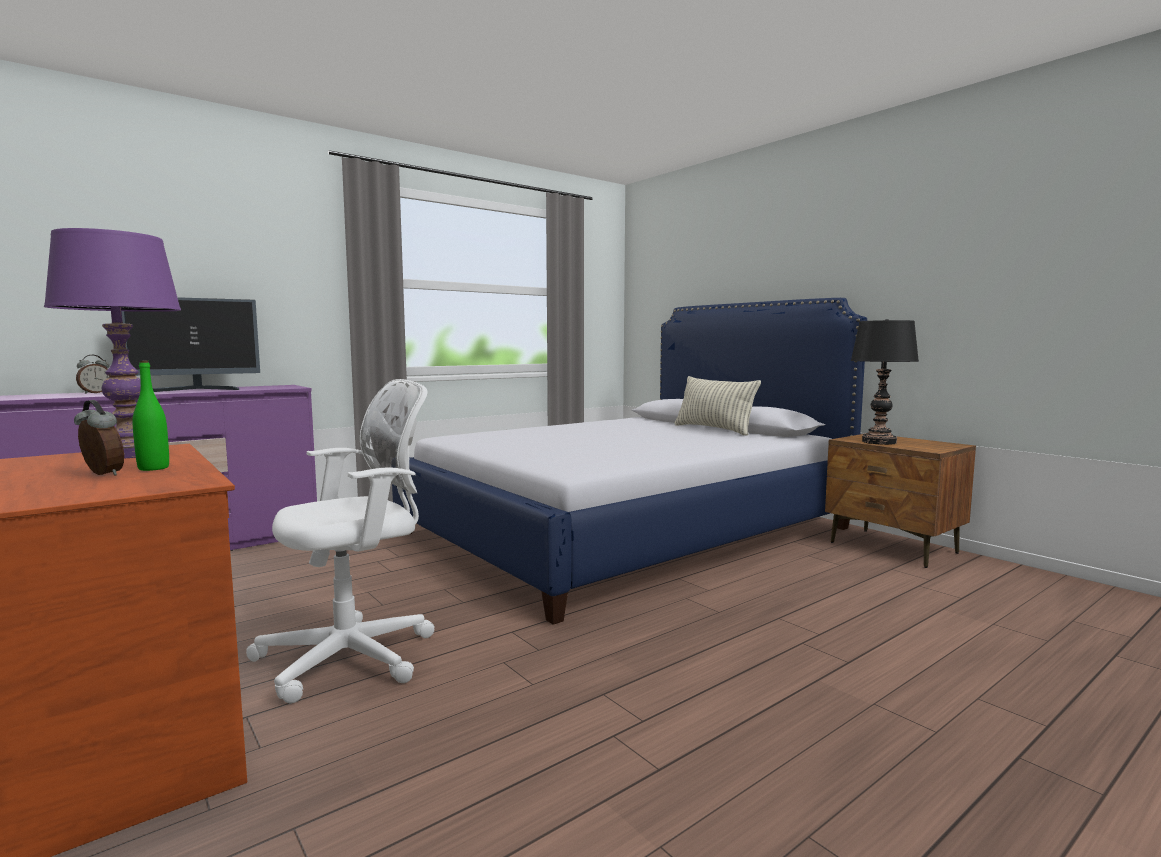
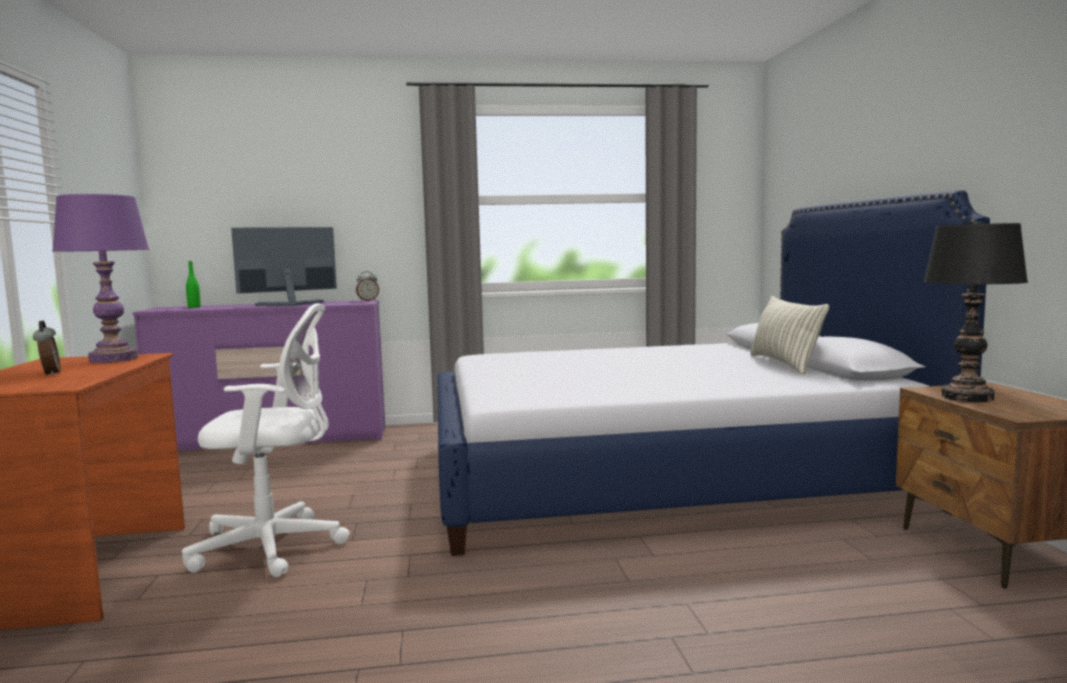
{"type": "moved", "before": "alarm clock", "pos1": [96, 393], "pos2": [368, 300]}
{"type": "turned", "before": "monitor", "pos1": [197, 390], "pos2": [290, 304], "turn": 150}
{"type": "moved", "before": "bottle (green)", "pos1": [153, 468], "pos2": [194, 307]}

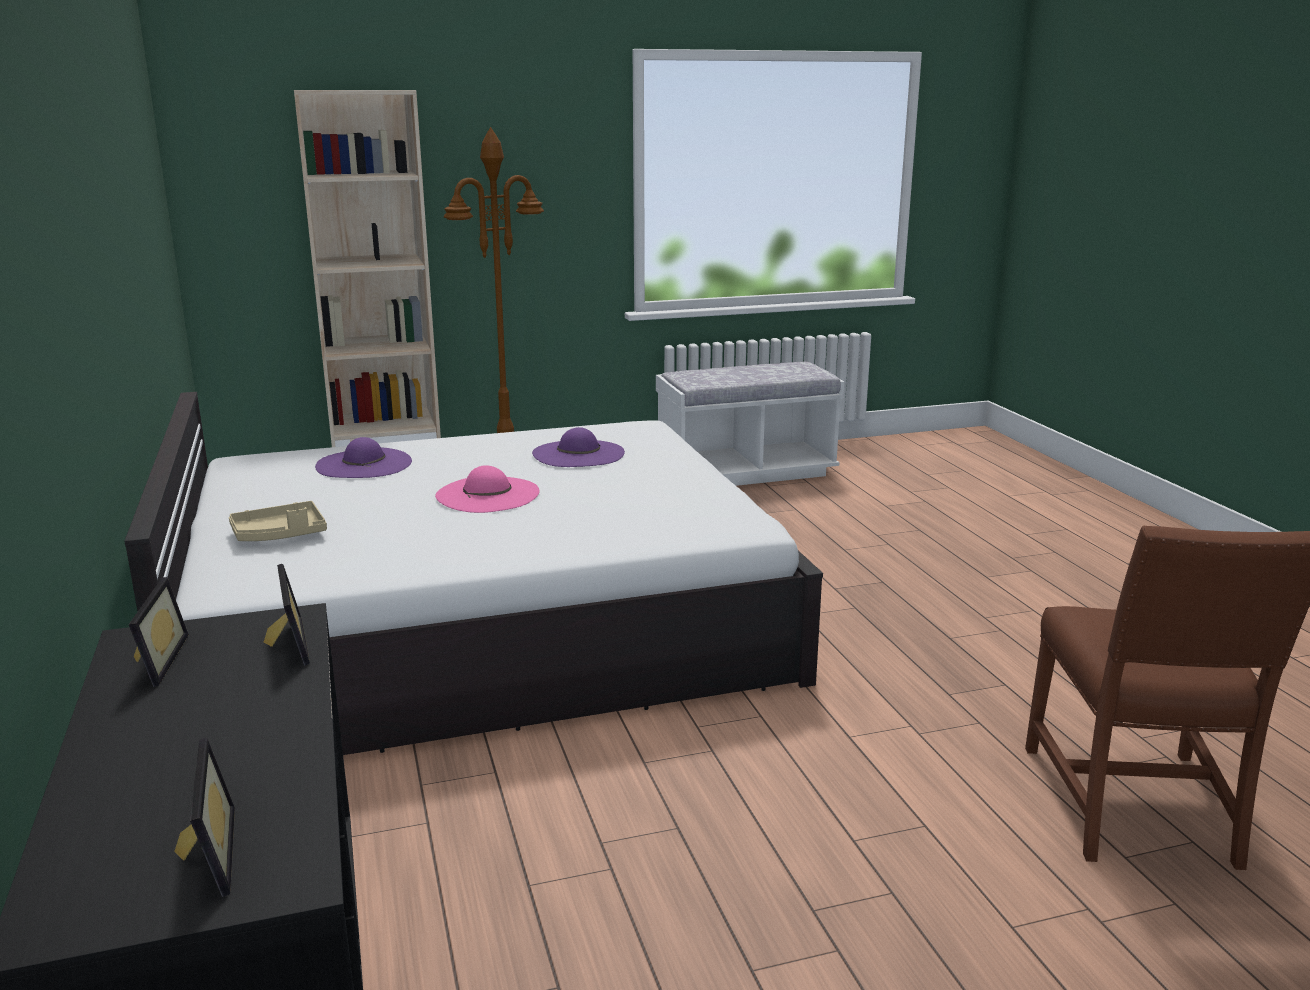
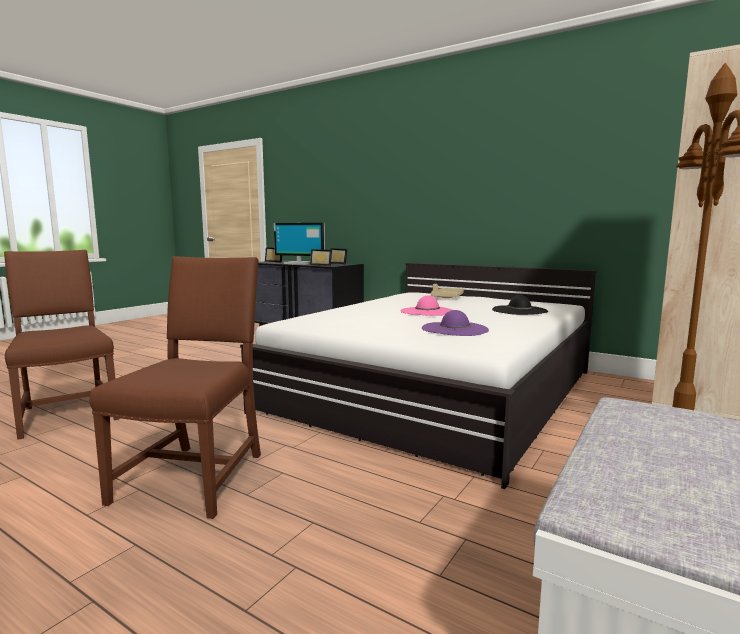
{"type": "recoloured", "before": "hat (purple)", "after": "hat (black)", "pos1": [364, 464], "pos2": [519, 310]}
{"type": "added", "after": "chair (brown)", "pos2": [196, 475]}
{"type": "added", "after": "monitor", "pos2": [299, 263]}

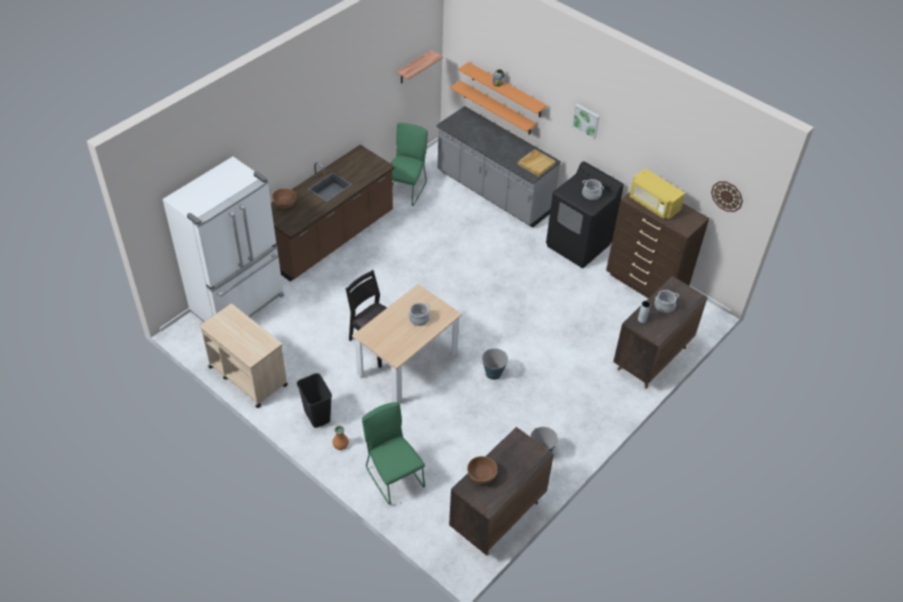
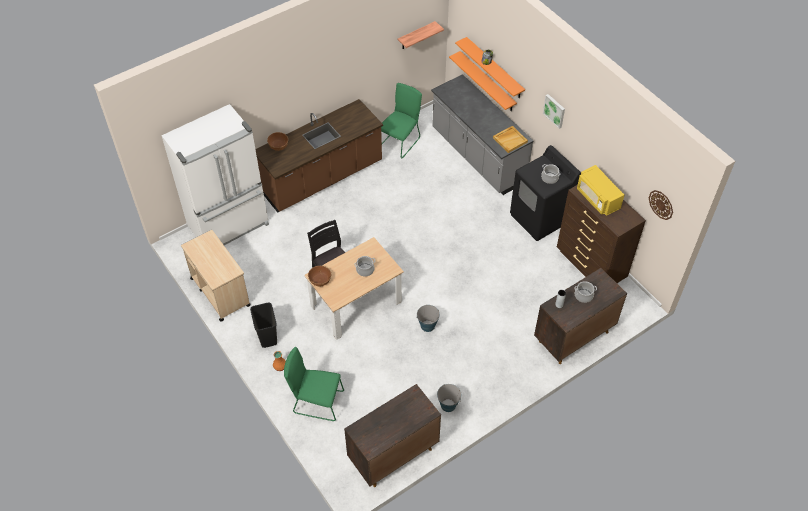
{"type": "turned", "before": "chair (green)", "pos1": [393, 475], "pos2": [316, 402], "turn": -60}
{"type": "moved", "before": "bowl (brown)", "pos1": [481, 475], "pos2": [320, 280]}

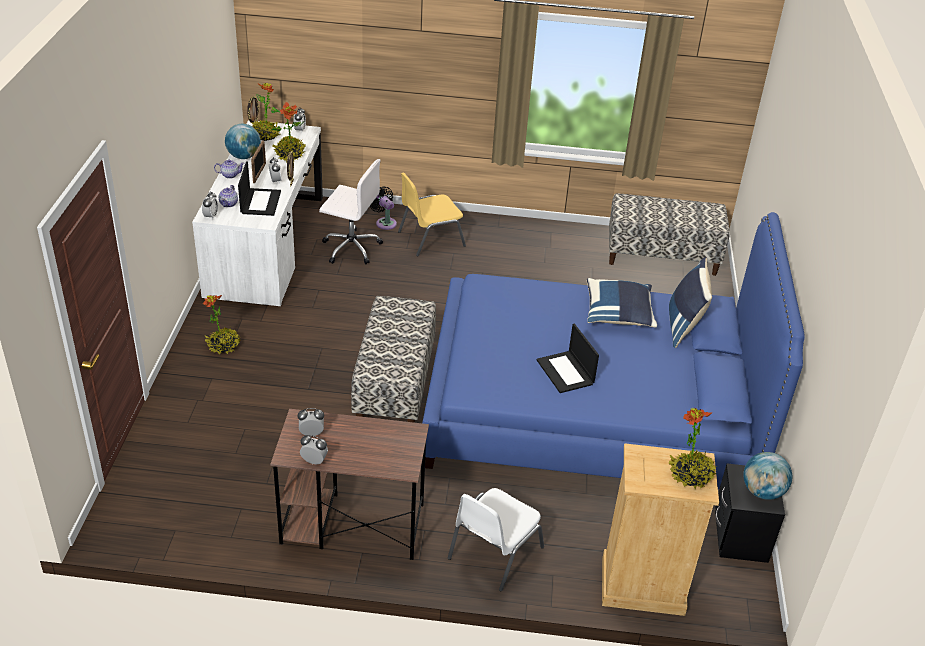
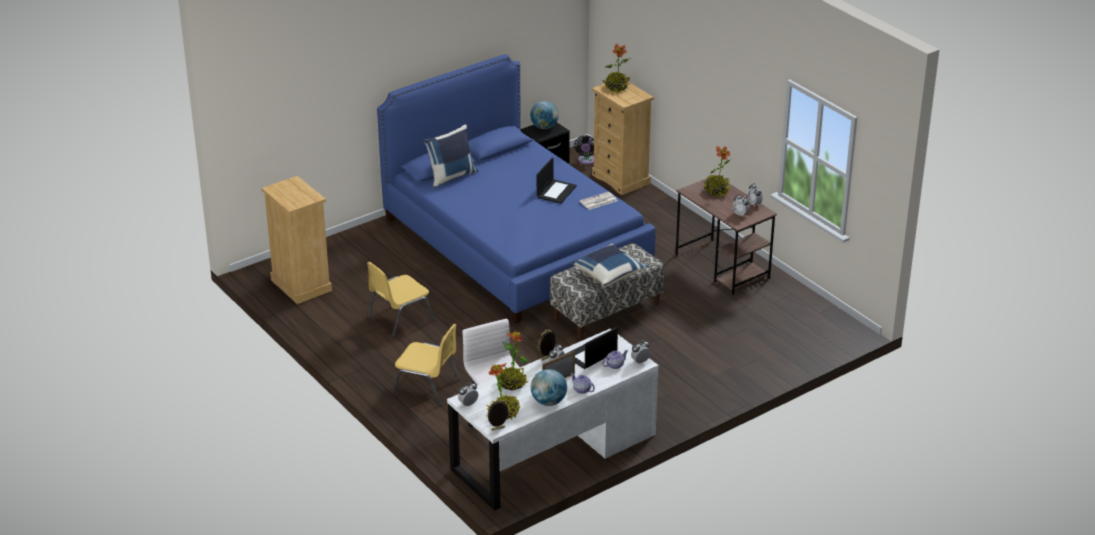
{"type": "moved", "before": "potted plant", "pos1": [223, 346], "pos2": [716, 191]}
{"type": "moved", "before": "fan (black)", "pos1": [385, 222], "pos2": [586, 161]}
{"type": "removed", "before": "chair (white)", "pos1": [493, 553]}
{"type": "moved", "before": "pillow (blue)", "pos1": [618, 315], "pos2": [609, 274]}
{"type": "replaced", "before": "bench", "after": "dresser (beige)", "pos1": [662, 256], "pos2": [300, 285]}
{"type": "added", "after": "chair (yellow)", "pos2": [399, 318]}
{"type": "added", "after": "newspaper", "pos2": [598, 201]}

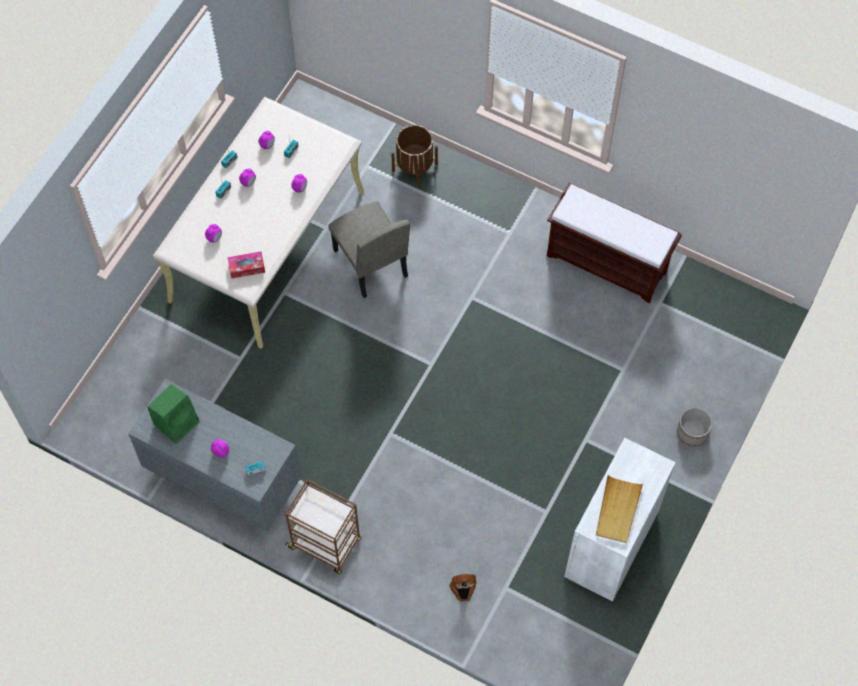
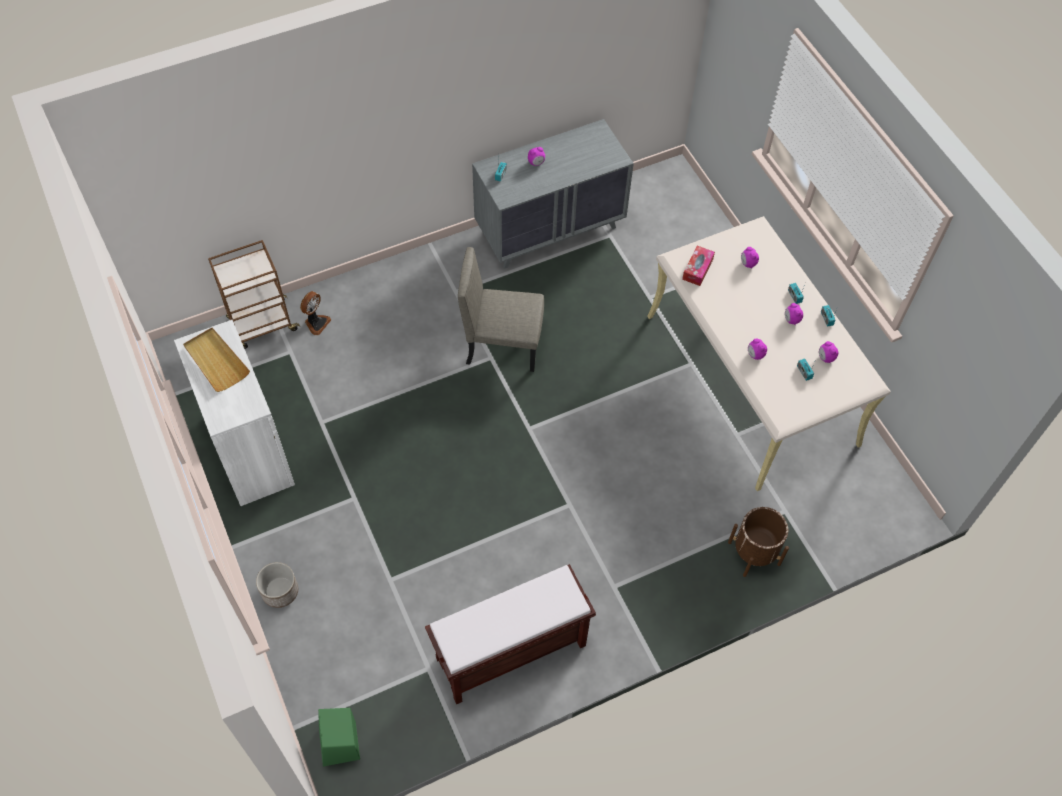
{"type": "moved", "before": "speaker (green)", "pos1": [177, 421], "pos2": [340, 745]}
{"type": "moved", "before": "cart (brown)", "pos1": [326, 544], "pos2": [261, 325]}
{"type": "moved", "before": "chair (beige)", "pos1": [370, 263], "pos2": [503, 344]}

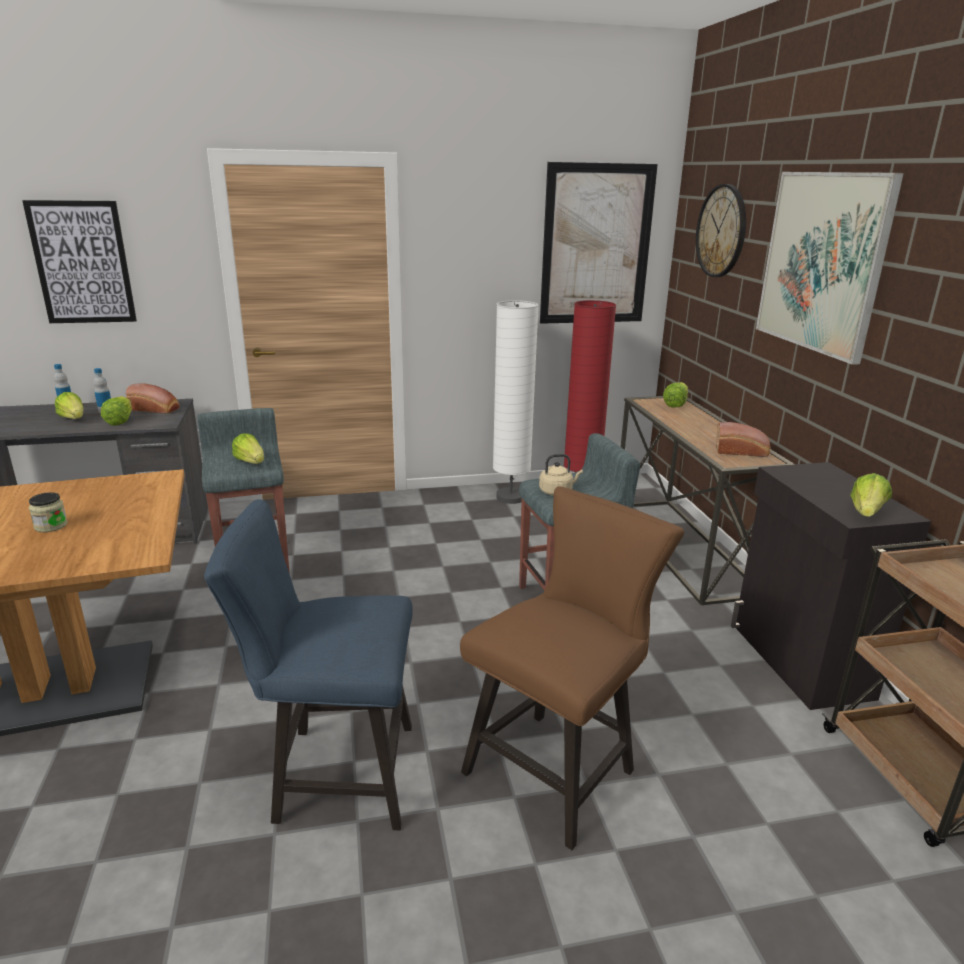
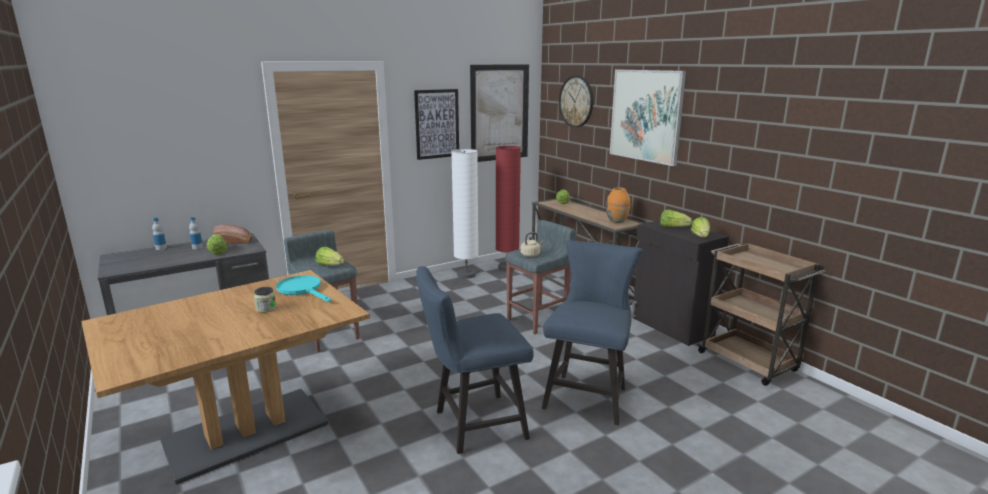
{"type": "moved", "before": "picture", "pos1": [82, 263], "pos2": [437, 124]}
{"type": "moved", "before": "lettuce", "pos1": [73, 419], "pos2": [673, 227]}
{"type": "recoloured", "before": "chair (brown)", "after": "chair (blue)", "pos1": [558, 767], "pos2": [588, 395]}
{"type": "replaced", "before": "bread", "after": "vase (orange)", "pos1": [742, 452], "pos2": [617, 221]}
{"type": "added", "after": "frying pan (turquoise)", "pos2": [303, 290]}

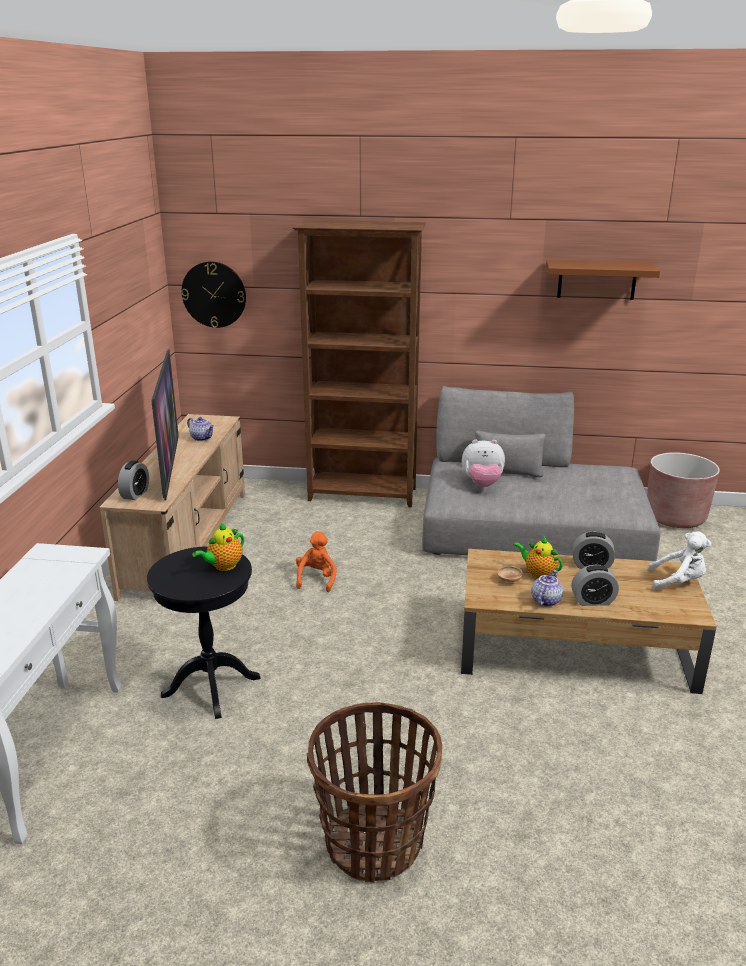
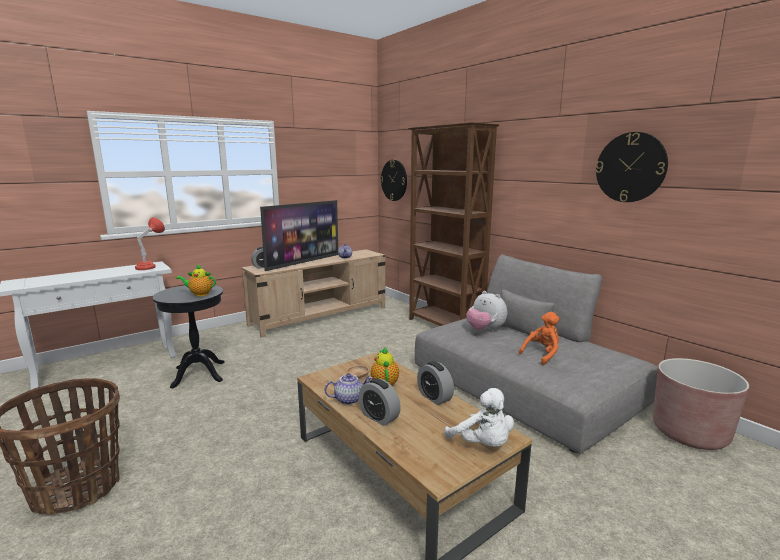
{"type": "moved", "before": "plush toy (orange)", "pos1": [316, 579], "pos2": [542, 354]}
{"type": "replaced", "before": "shelf (brown)", "after": "wall clock", "pos1": [597, 280], "pos2": [630, 167]}
{"type": "added", "after": "table lamp (red)", "pos2": [151, 267]}

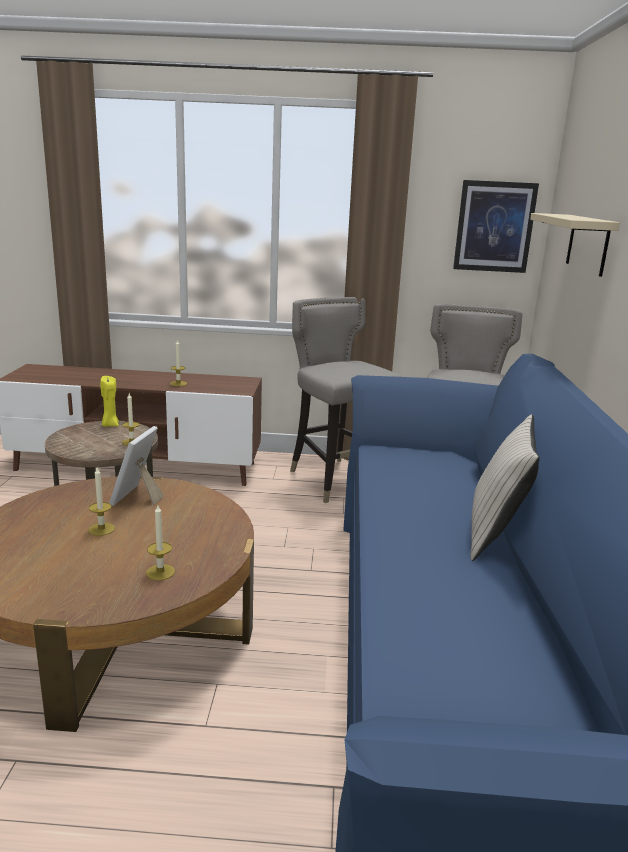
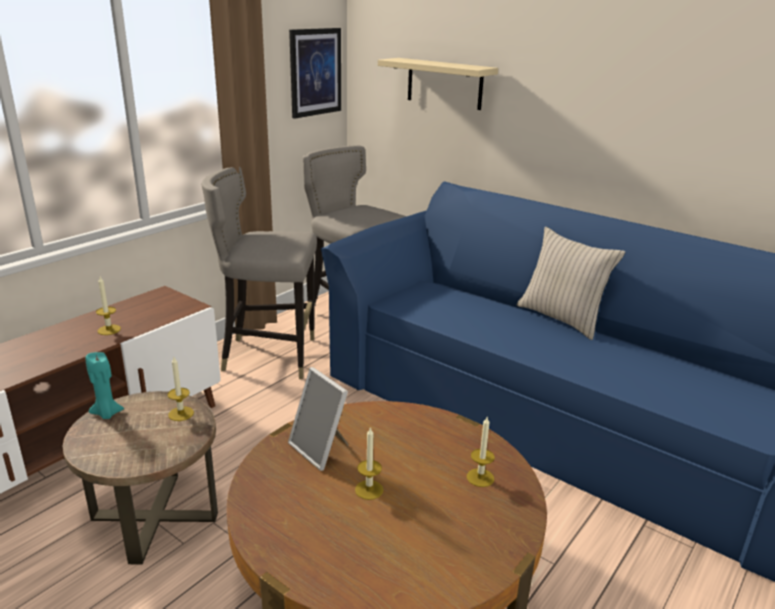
{"type": "recoloured", "before": "candle (yellow)", "after": "candle (turquoise)", "pos1": [110, 425], "pos2": [107, 414]}

